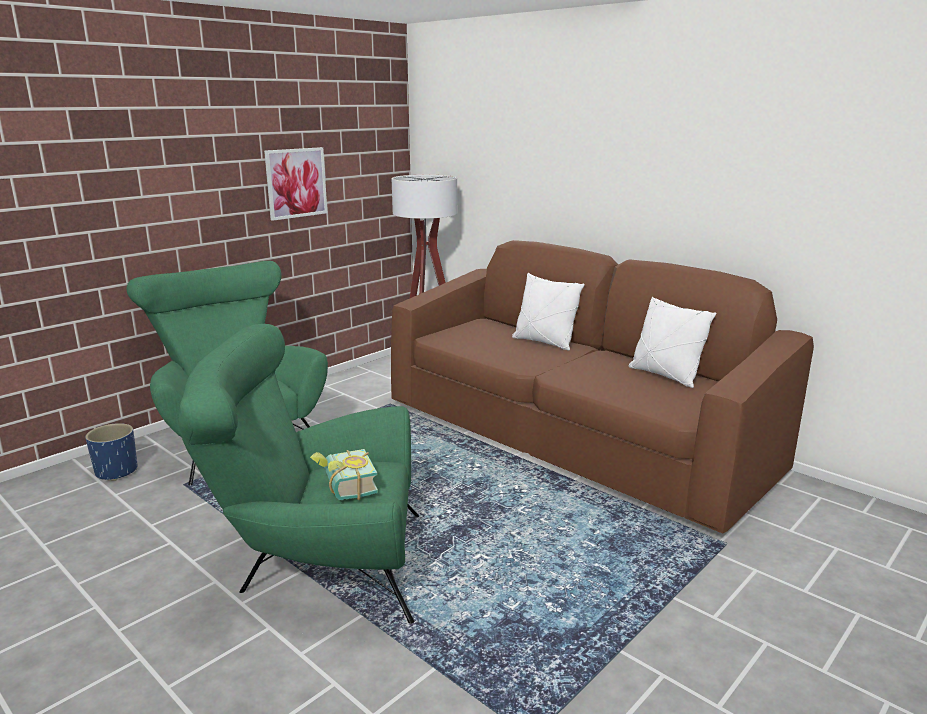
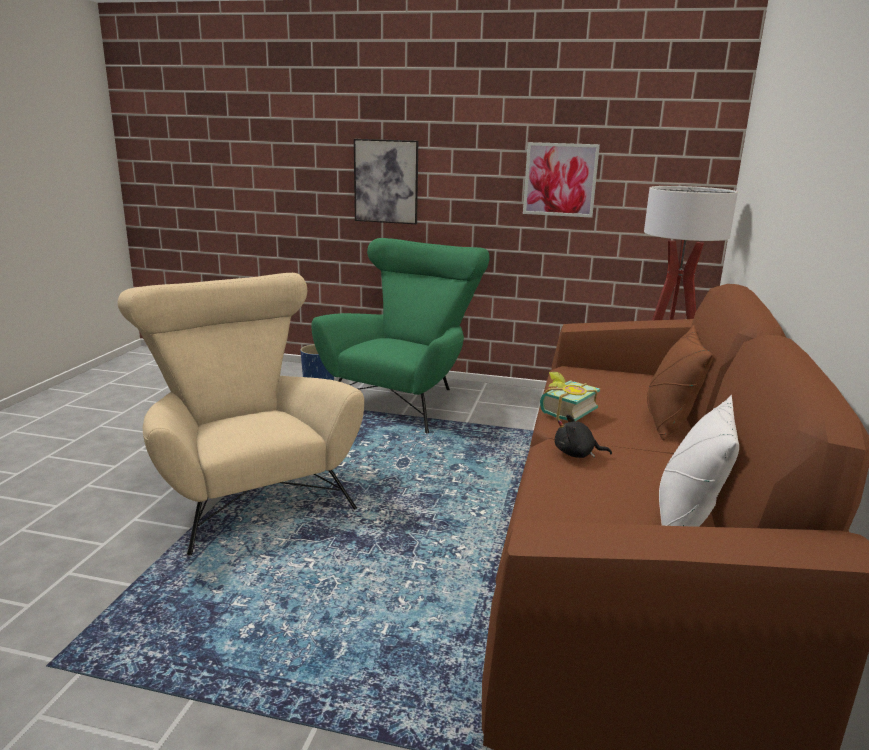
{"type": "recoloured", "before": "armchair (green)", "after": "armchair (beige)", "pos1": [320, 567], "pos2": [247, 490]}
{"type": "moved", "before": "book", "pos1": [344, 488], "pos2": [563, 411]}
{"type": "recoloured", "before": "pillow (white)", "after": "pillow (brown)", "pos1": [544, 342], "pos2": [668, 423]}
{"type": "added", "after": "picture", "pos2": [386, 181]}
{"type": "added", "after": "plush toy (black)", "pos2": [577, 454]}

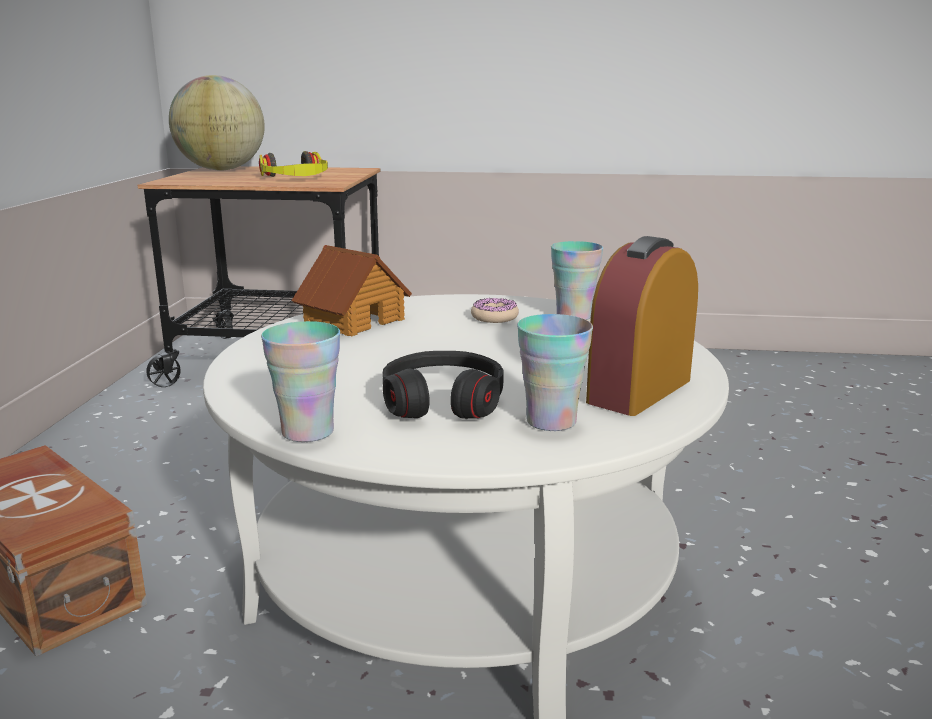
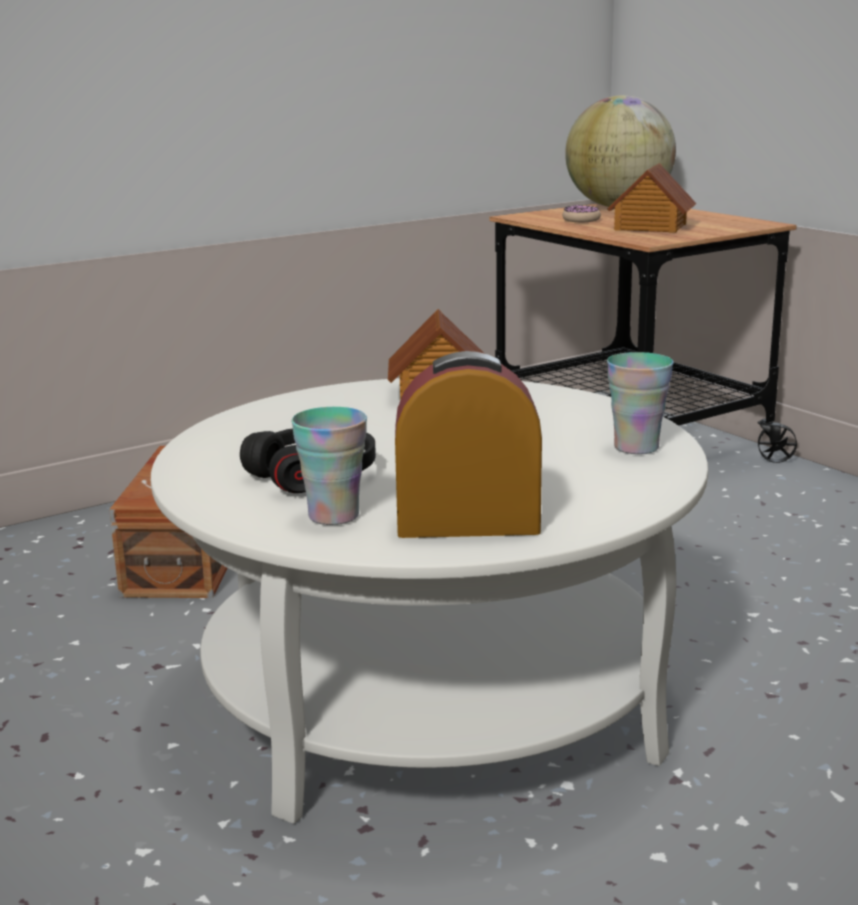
{"type": "replaced", "before": "headphones", "after": "toy house", "pos1": [296, 177], "pos2": [650, 227]}
{"type": "removed", "before": "cup", "pos1": [308, 432]}
{"type": "moved", "before": "donut", "pos1": [494, 317], "pos2": [581, 220]}

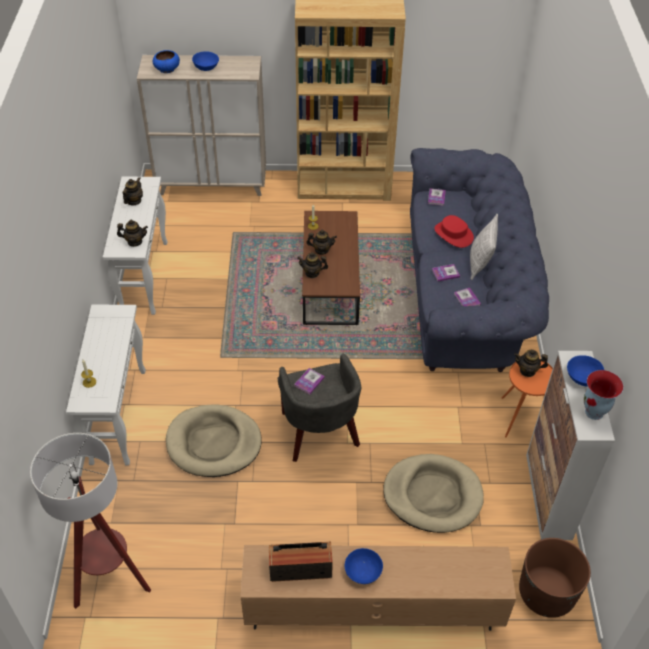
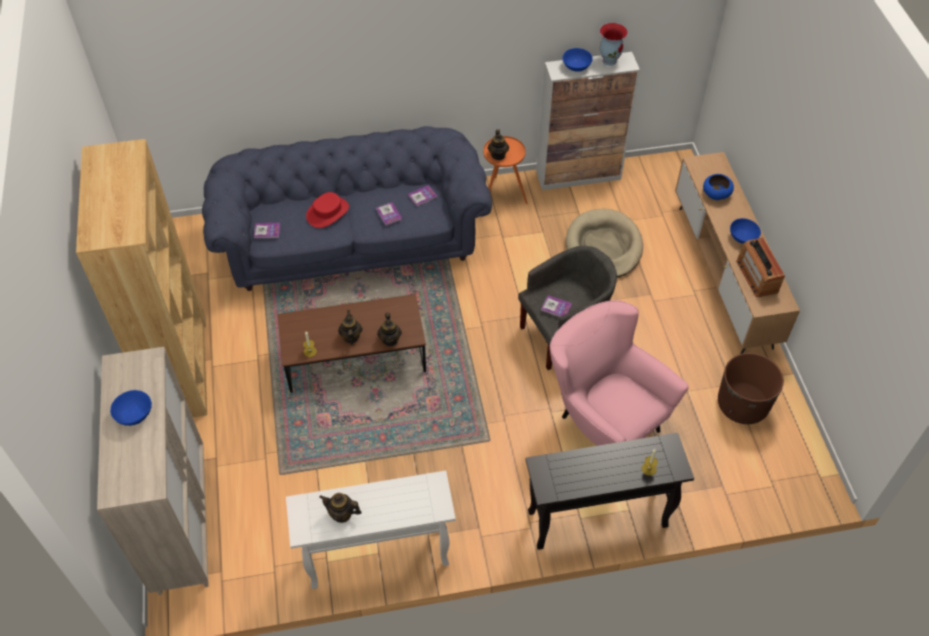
{"type": "removed", "before": "floor lamp", "pos1": [111, 579]}
{"type": "recoloured", "before": "console table (white)", "after": "console table (black)", "pos1": [118, 415], "pos2": [596, 520]}
{"type": "removed", "before": "teapot", "pos1": [134, 242]}
{"type": "moved", "before": "bowl (blue)", "pos1": [167, 69], "pos2": [716, 194]}
{"type": "replaced", "before": "dog bed (beige)", "after": "armchair (pink)", "pos1": [214, 443], "pos2": [603, 420]}
{"type": "removed", "before": "pillow", "pos1": [480, 264]}
{"type": "moved", "before": "planter (brown)", "pos1": [546, 593], "pos2": [742, 405]}

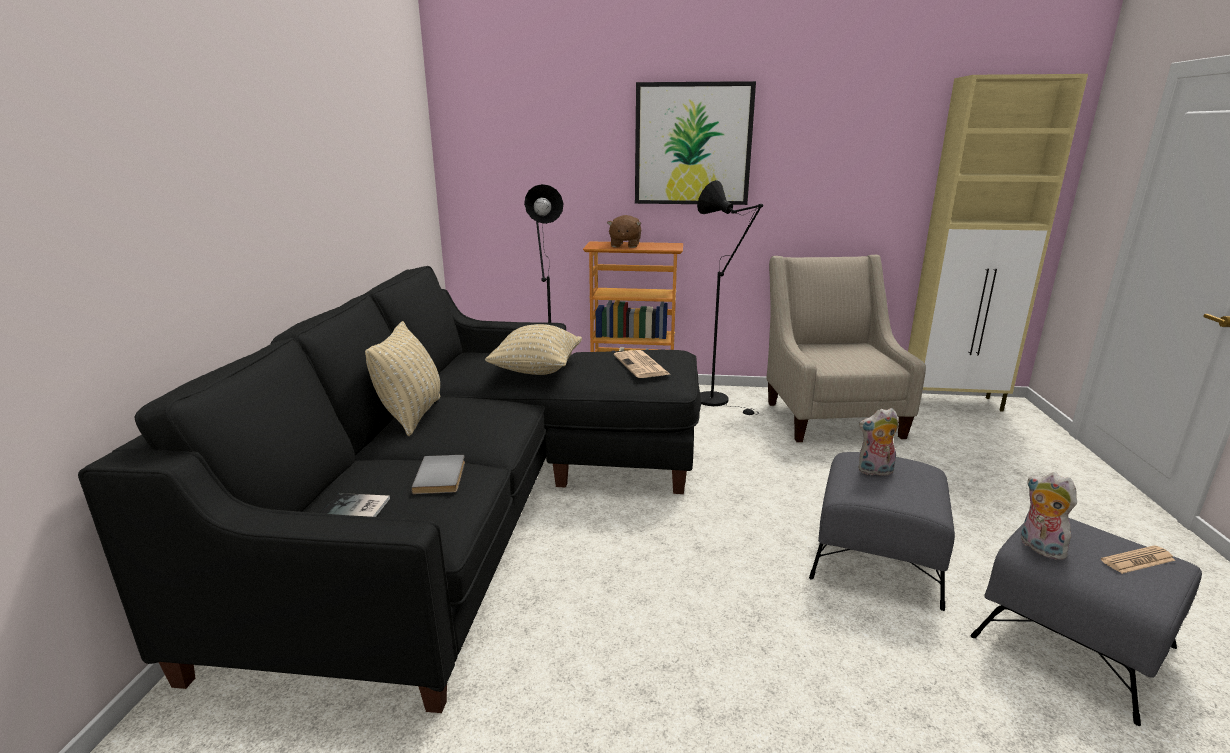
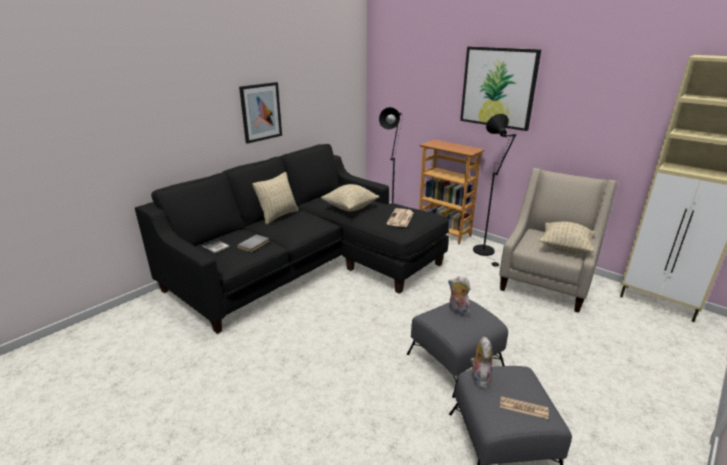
{"type": "removed", "before": "plush toy (brown)", "pos1": [624, 245]}
{"type": "added", "after": "picture", "pos2": [261, 112]}
{"type": "added", "after": "pillow (beige)", "pos2": [565, 248]}

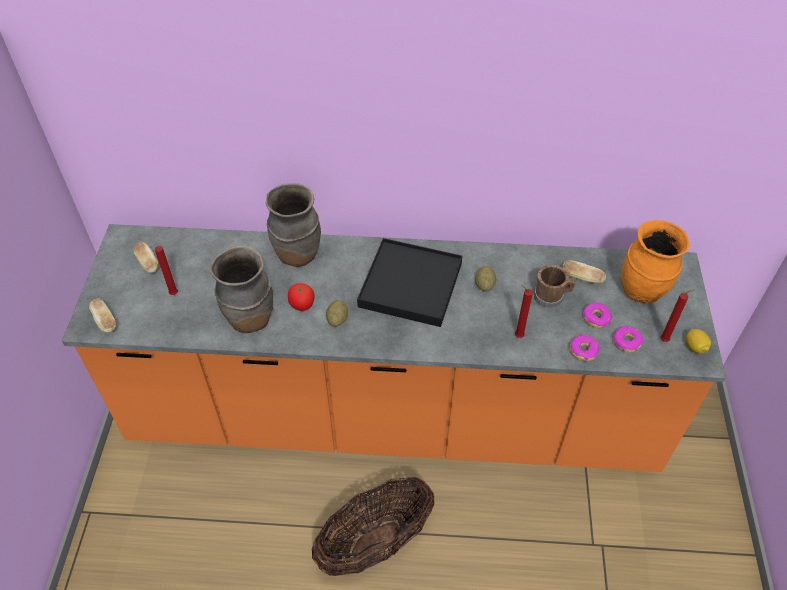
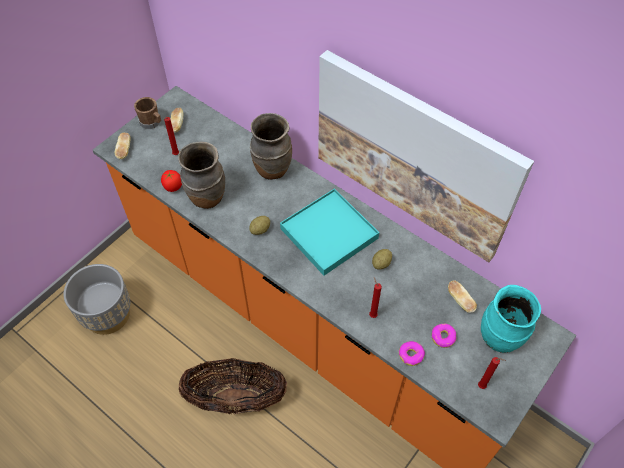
{"type": "moved", "before": "tomato", "pos1": [301, 305], "pos2": [173, 187]}
{"type": "recoloured", "before": "tray (black)", "after": "tray (turquoise)", "pos1": [410, 285], "pos2": [329, 234]}
{"type": "moved", "before": "mug (brown)", "pos1": [551, 297], "pos2": [152, 123]}
{"type": "removed", "before": "donut", "pos1": [626, 342]}
{"type": "recoloured", "before": "vase (orange)", "after": "vase (turquoise)", "pos1": [642, 291], "pos2": [500, 339]}
{"type": "removed", "before": "lemon", "pos1": [695, 347]}
{"type": "added", "after": "planter (grey)", "pos2": [107, 314]}
{"type": "added", "after": "picture", "pos2": [413, 155]}

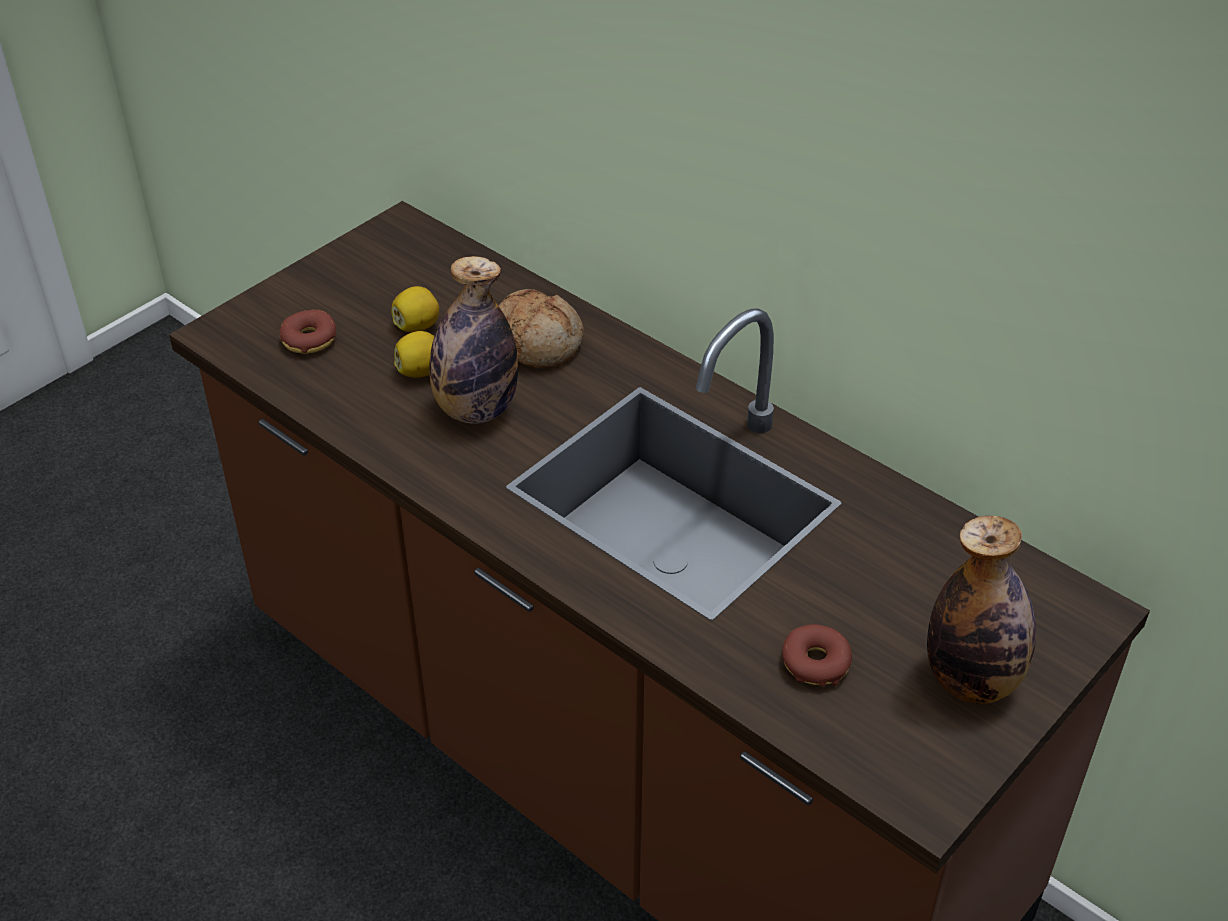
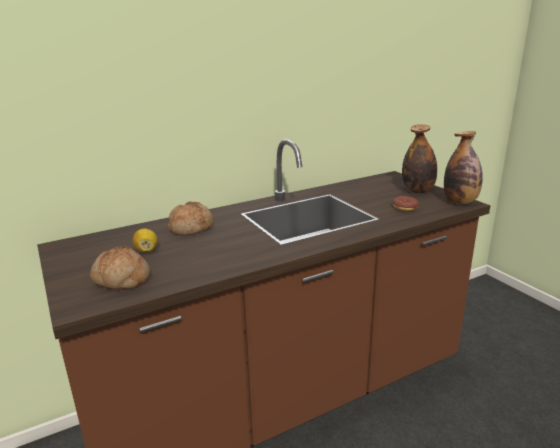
{"type": "replaced", "before": "donut", "after": "bread", "pos1": [309, 340], "pos2": [121, 279]}
{"type": "removed", "before": "lemon", "pos1": [420, 371]}
{"type": "moved", "before": "bottle", "pos1": [476, 410], "pos2": [460, 202]}

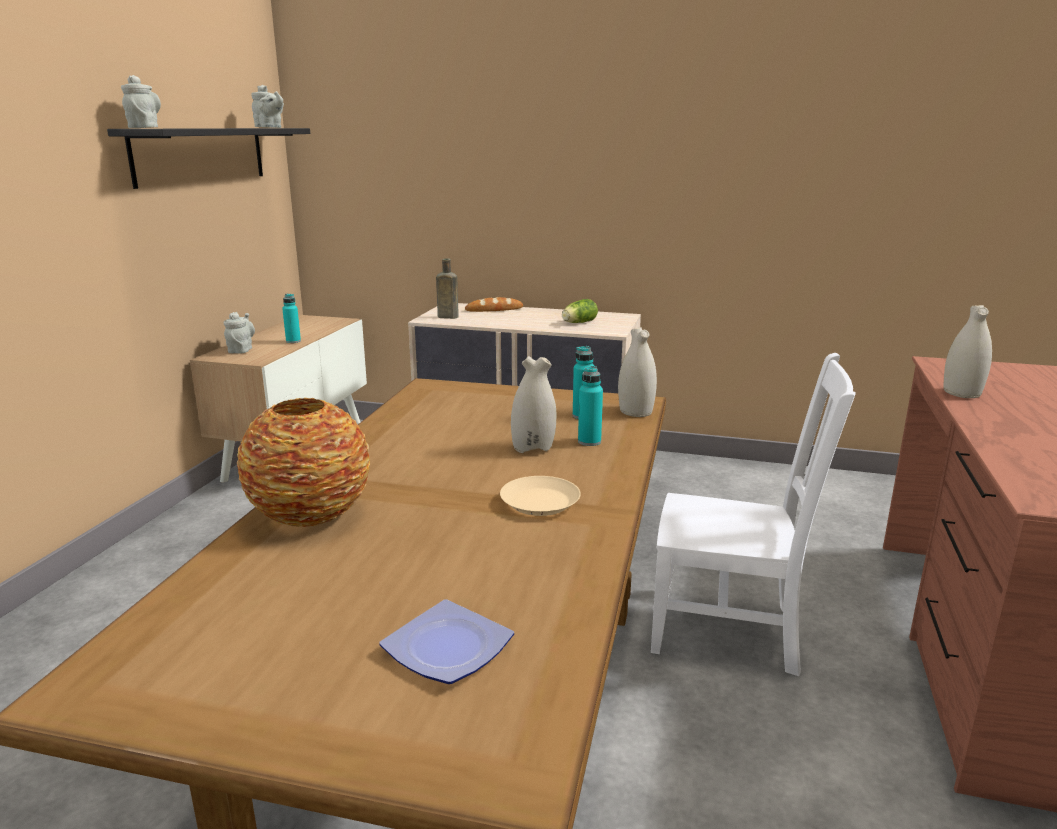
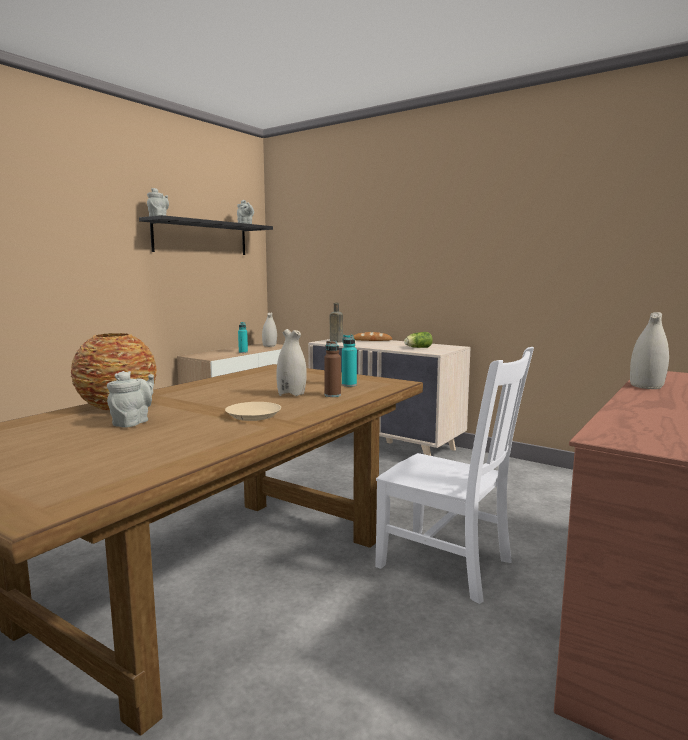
{"type": "moved", "before": "teapot (grey)", "pos1": [241, 350], "pos2": [133, 422]}
{"type": "removed", "before": "plate", "pos1": [450, 648]}
{"type": "recoloured", "before": "bottle (turquoise)", "after": "bottle (brown)", "pos1": [589, 441], "pos2": [332, 395]}
{"type": "moved", "before": "vase (white)", "pos1": [636, 411], "pos2": [269, 346]}

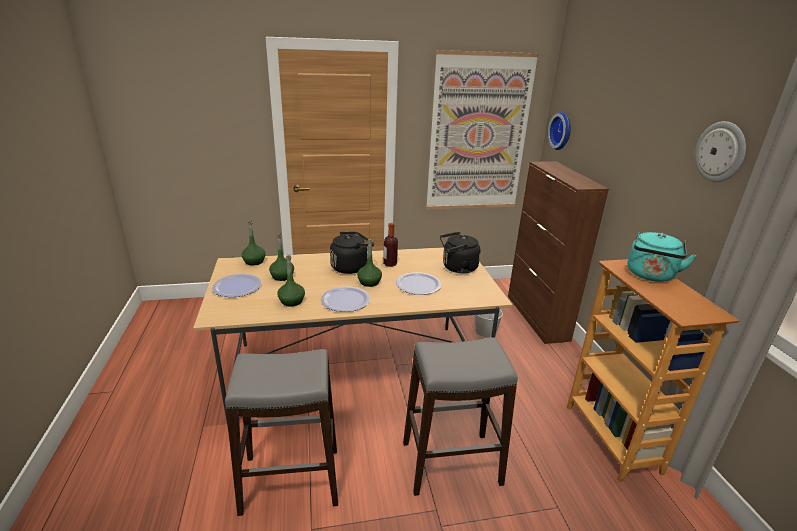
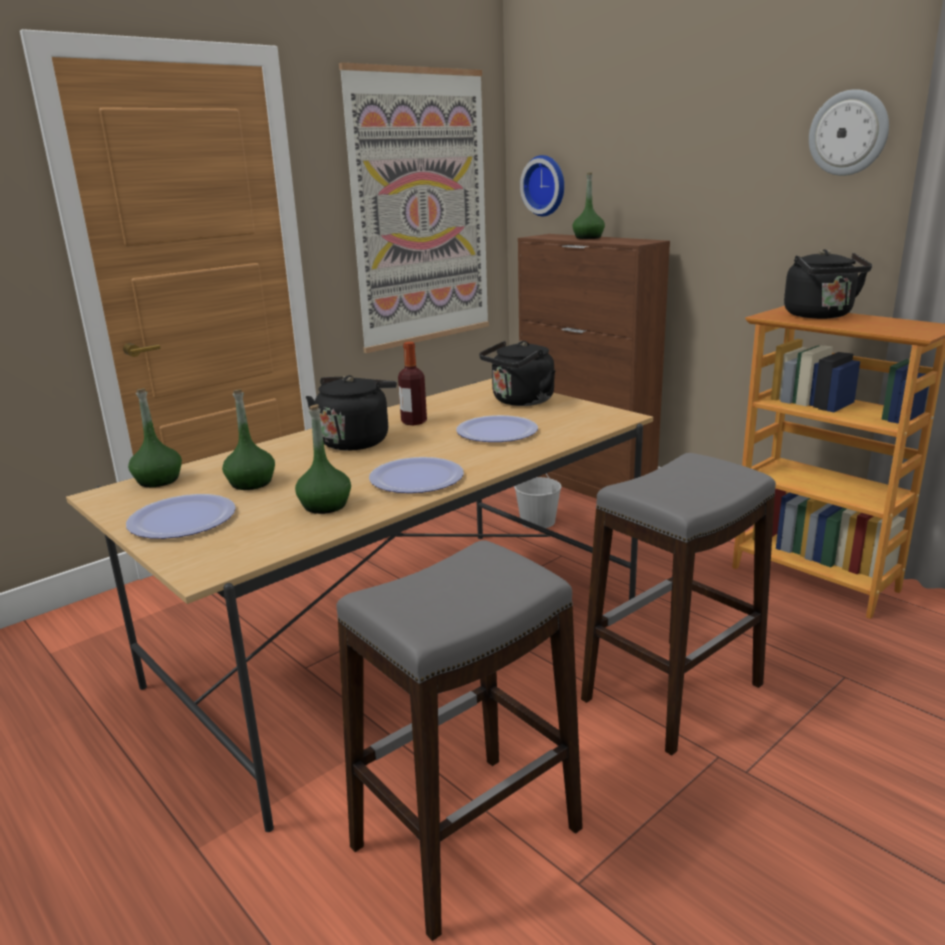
{"type": "moved", "before": "bottle (green)", "pos1": [369, 282], "pos2": [588, 237]}
{"type": "recoloured", "before": "kettle (turquoise)", "after": "kettle (black)", "pos1": [650, 276], "pos2": [820, 316]}

